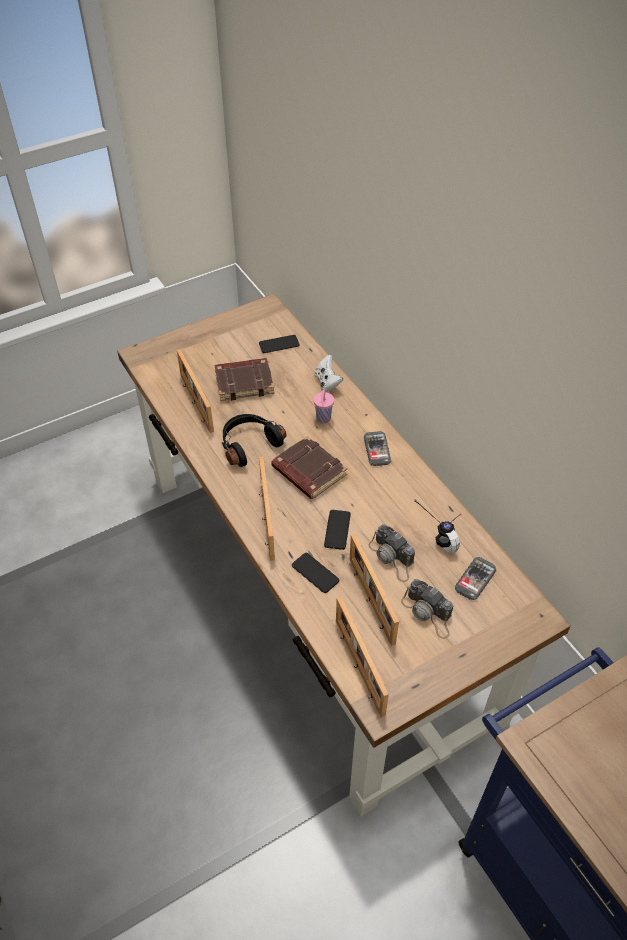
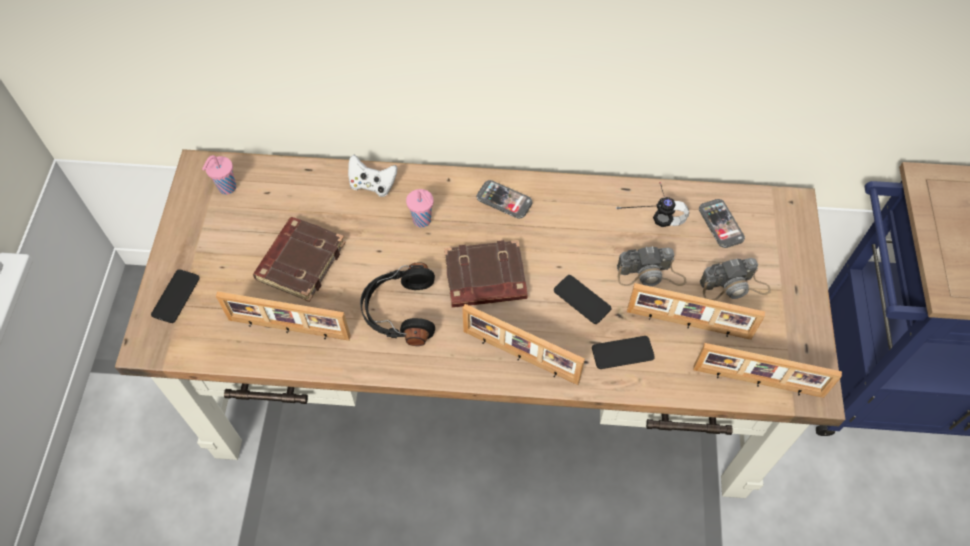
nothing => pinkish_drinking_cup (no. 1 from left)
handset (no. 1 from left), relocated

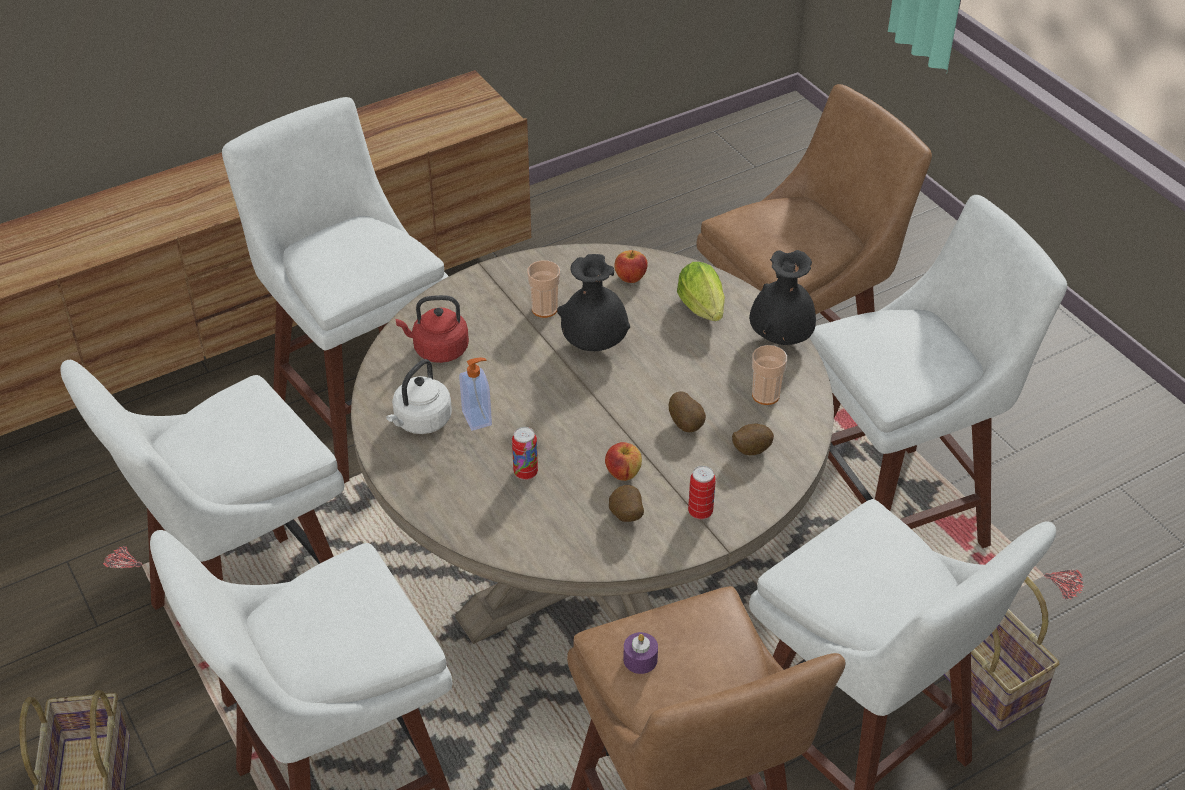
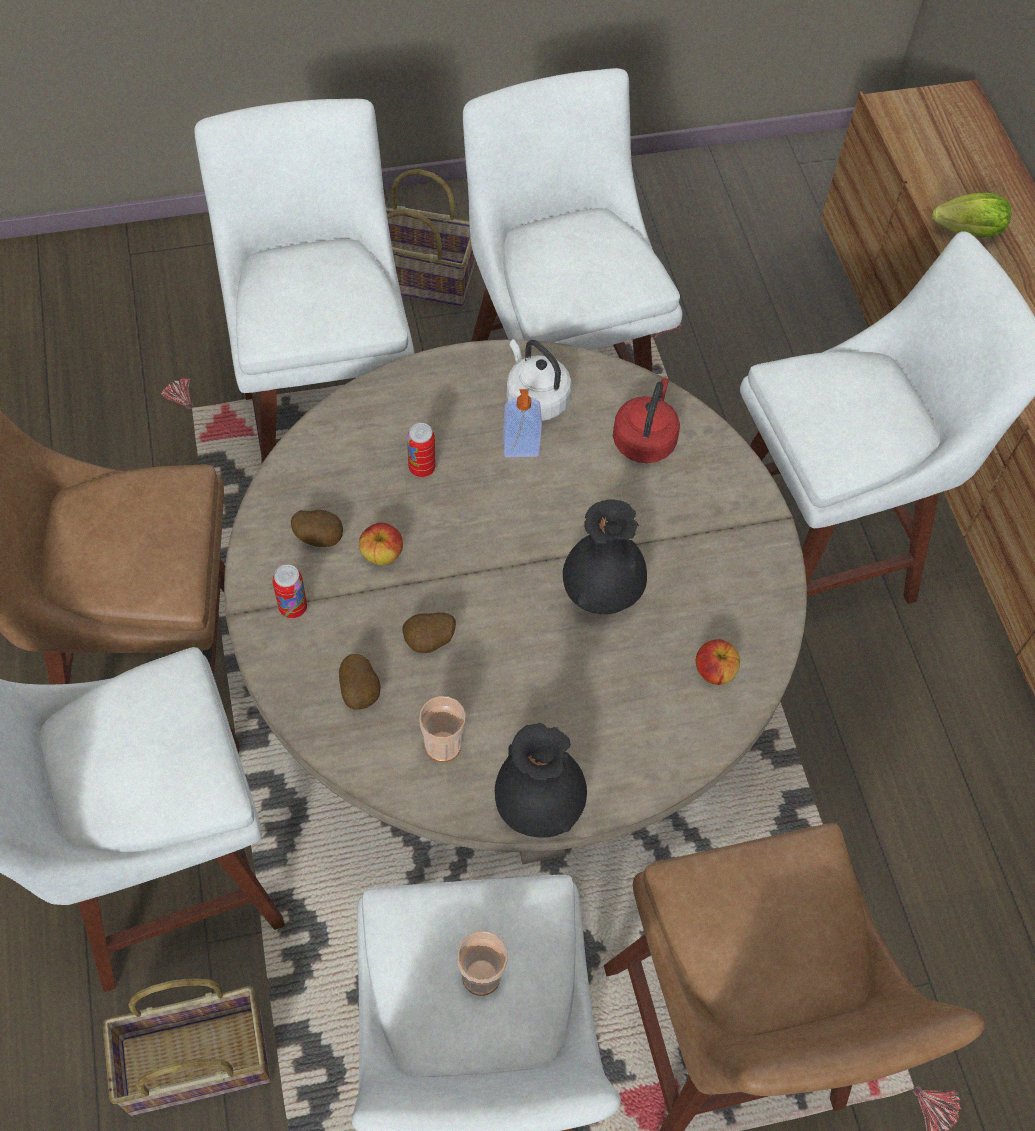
purplish_wax_candle => nothing
drinking_cup (no. 1 from left in the first image) => drinking_cup (no. 2 from left), relocated
lettuce_head, relocated

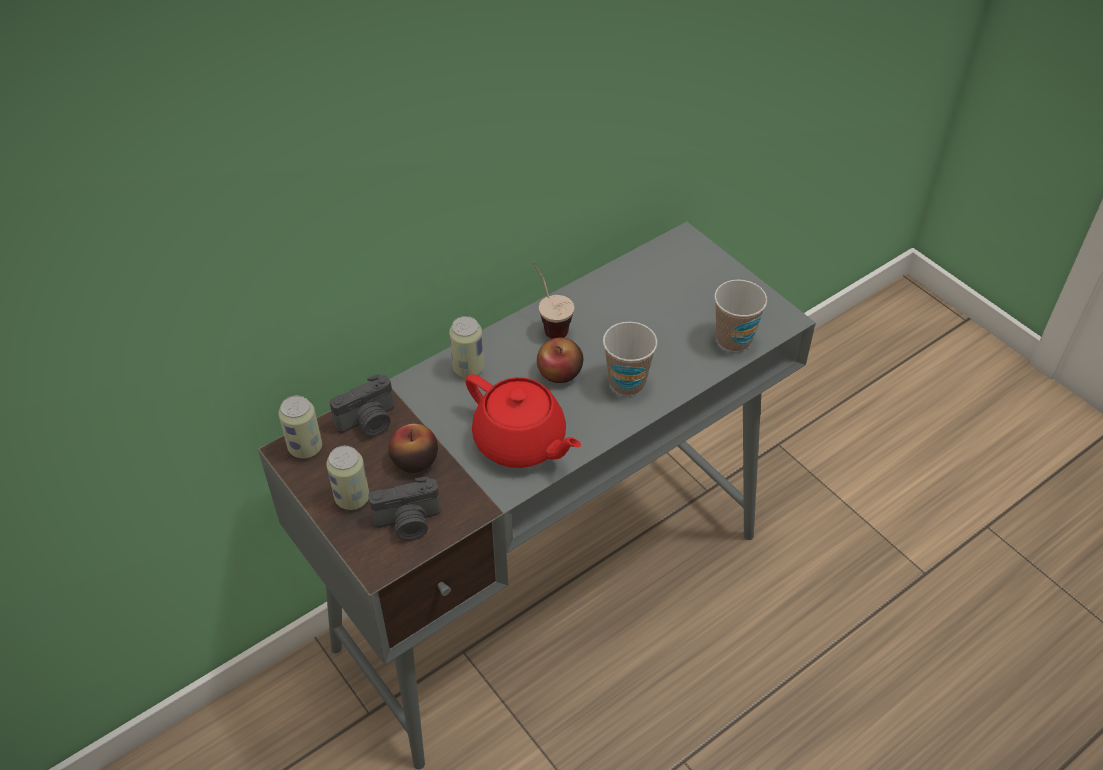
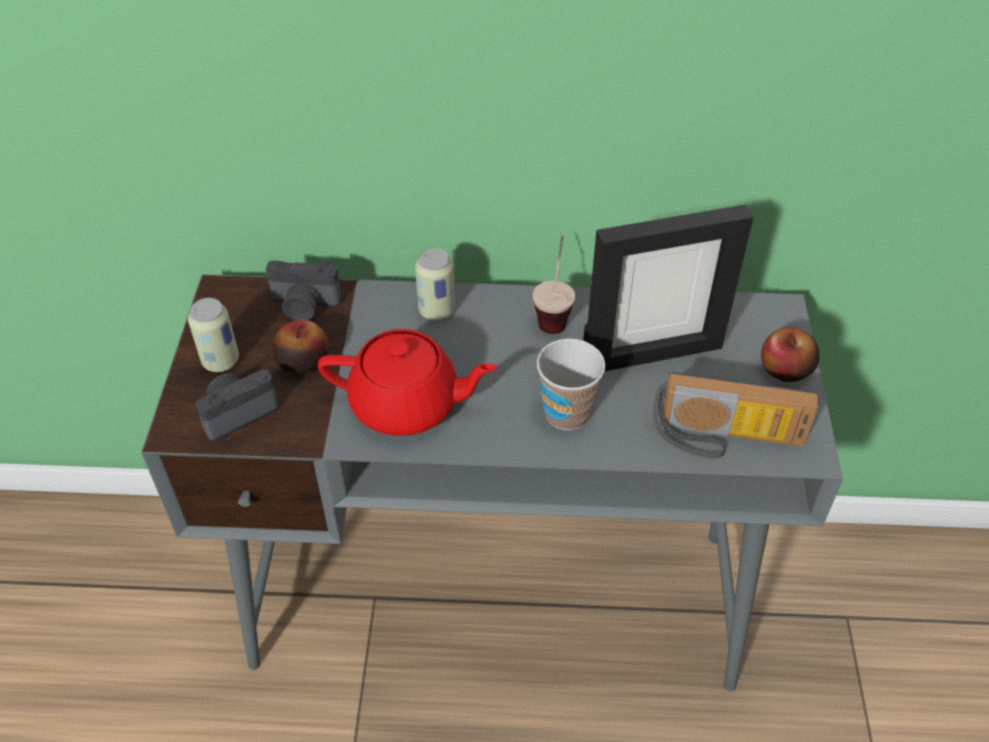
sealed_can (no. 1 from left) => nothing
nothing => picture_frame
apple_fruit (no. 2 from left), relocated
drinking_cup (no. 3 from left) => radio
still_camera (no. 2 from left in the first image) => still_camera (no. 1 from left), 120 degrees clockwise
reddish_tea_pot, 75 degrees counterclockwise

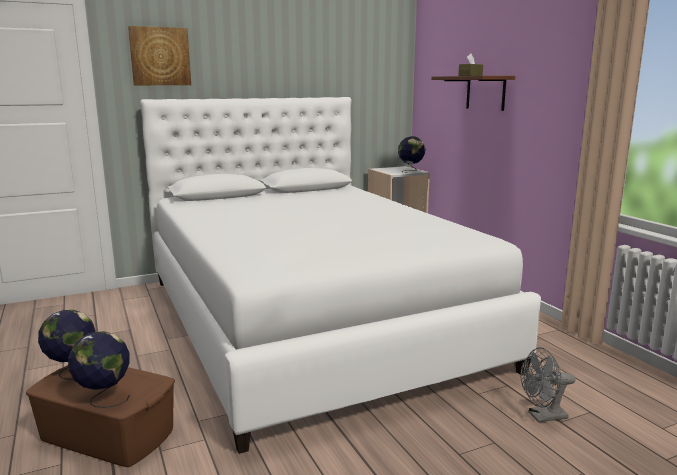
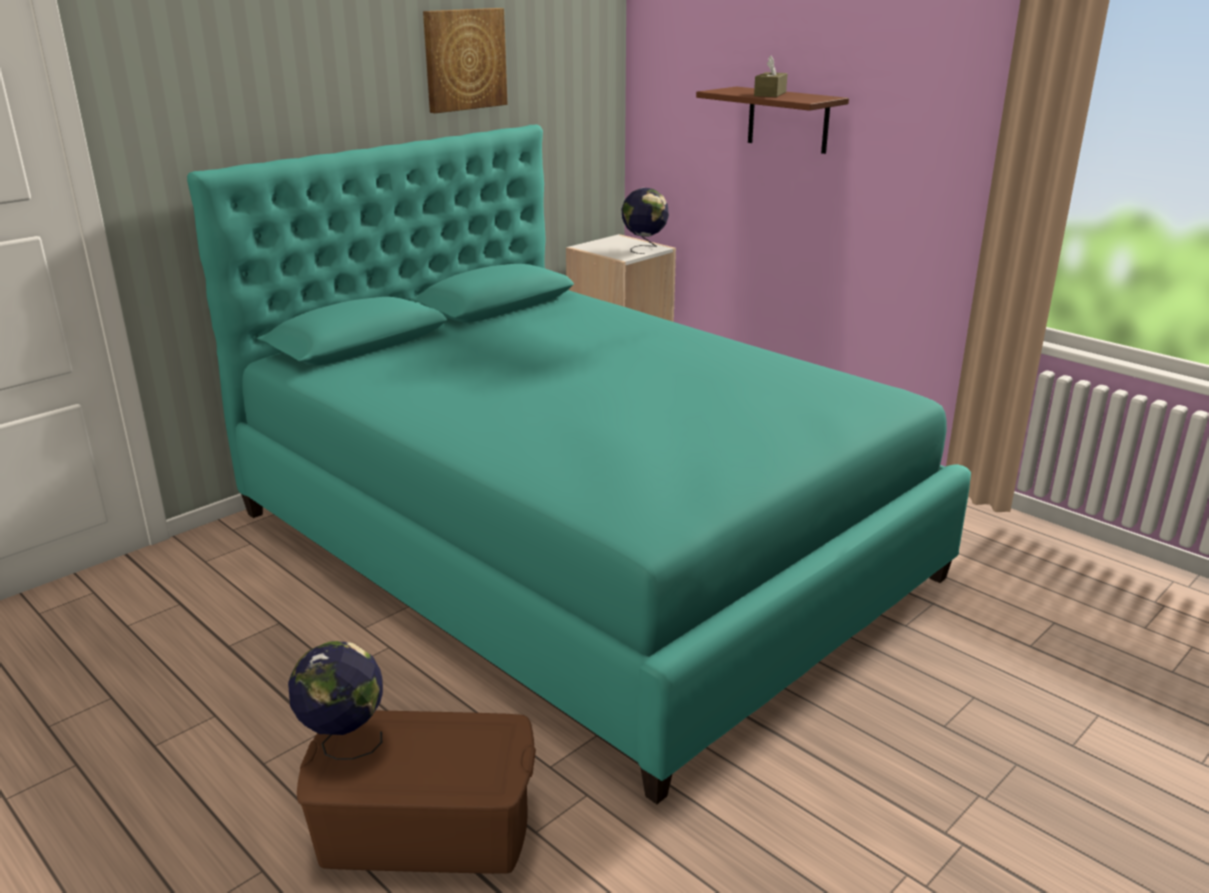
globe (no. 2 from left) => nothing
grey_fan => nothing
picture, relocated
white-coloured_bedroom_bed => turquoise_bedroom_bed

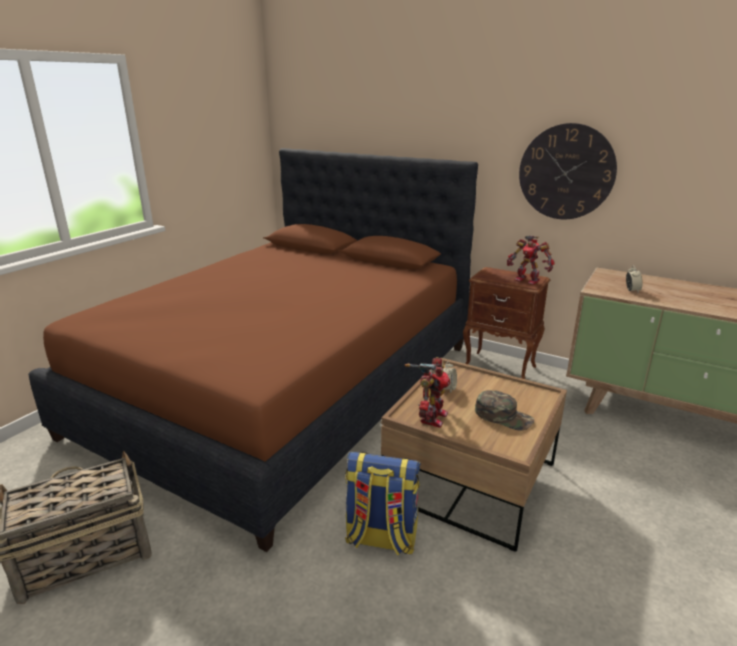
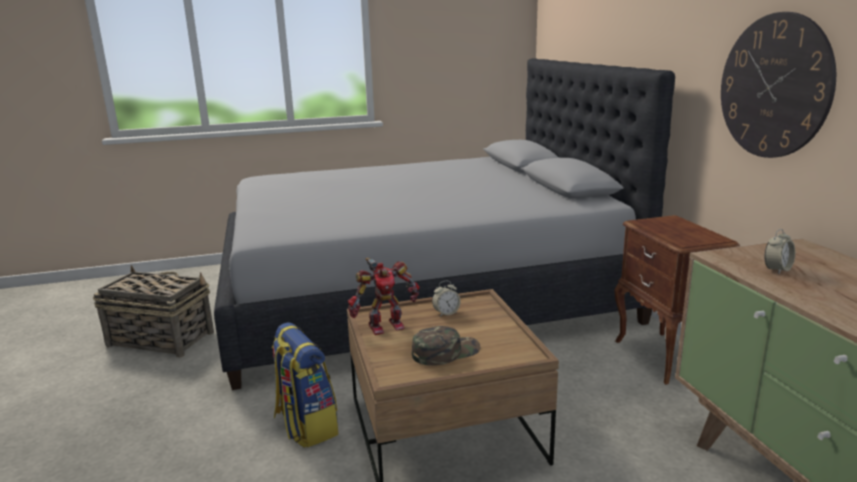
toy_robot (no. 2 from left) => nothing
brown_bedroom_bed => grey_bedroom_bed
green-coloured_peaked_cap, 105 degrees counterclockwise

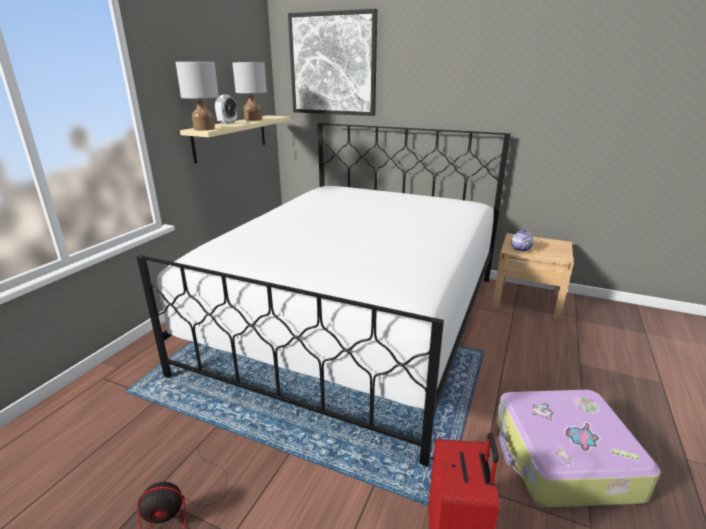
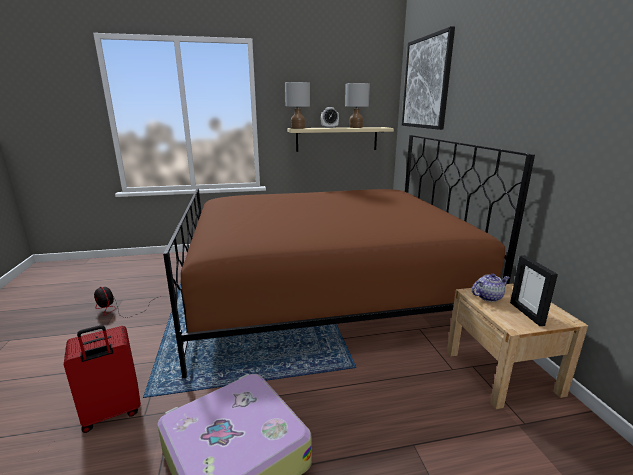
nothing => picture_frame
white-coloured_bedroom_bed => brown_bedroom_bed

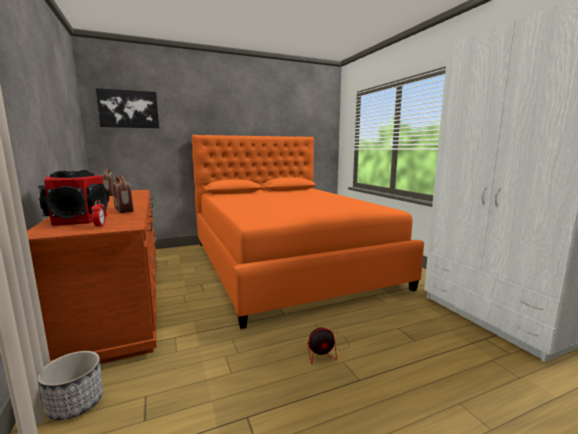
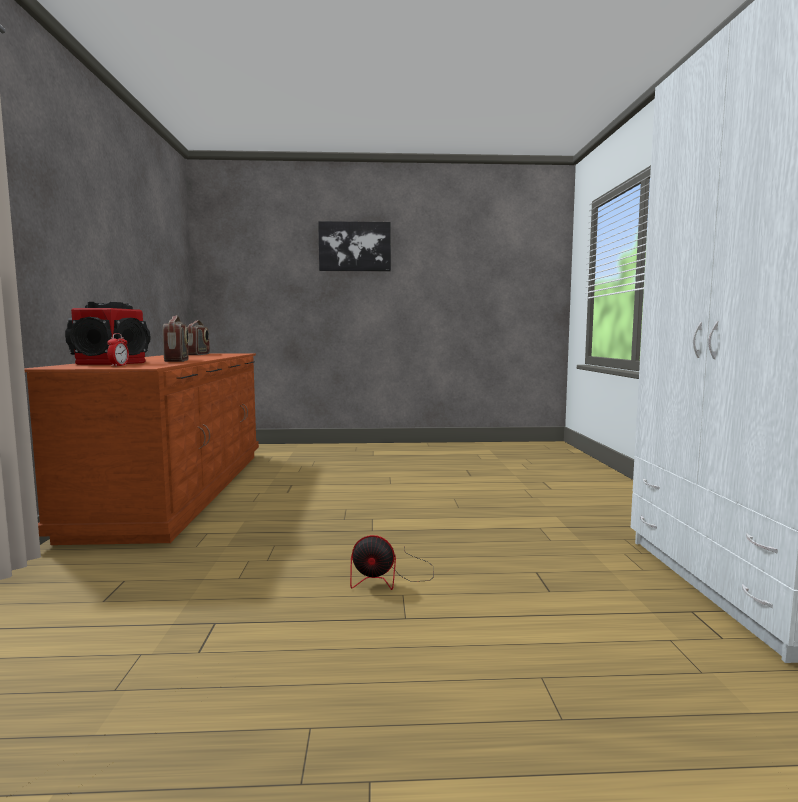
flower_pot => nothing
orangey_bedroom_bed => nothing
picture, relocated

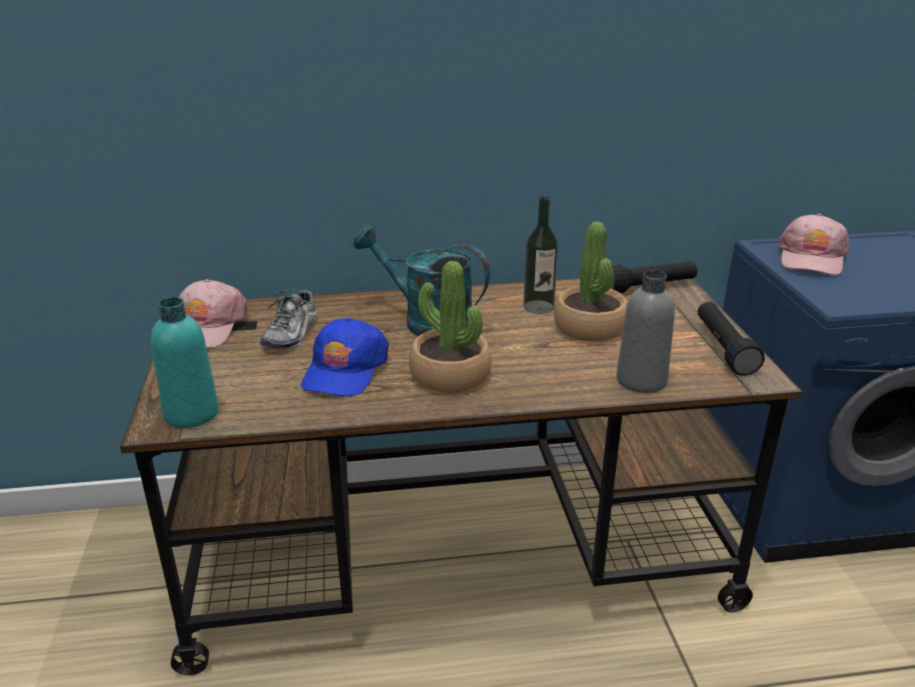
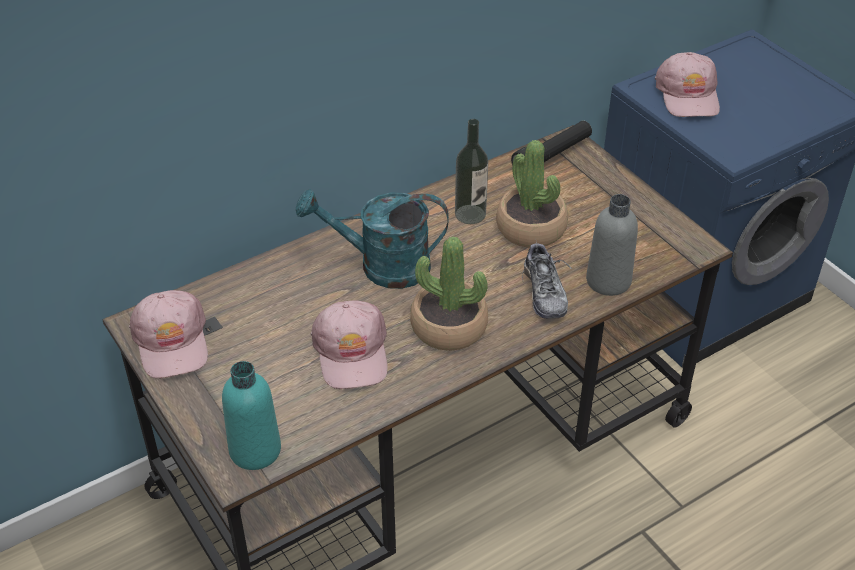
blackish_hand_torch (no. 2 from left) => nothing
item_of_footwear, relocated
bluish_peaked_cap => pinkish_peaked_cap (no. 2 from left)

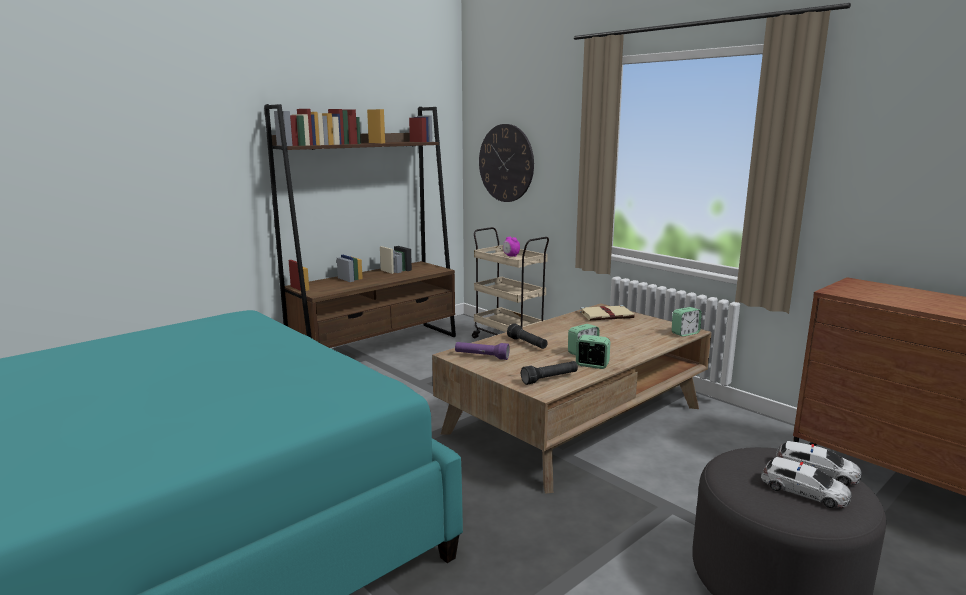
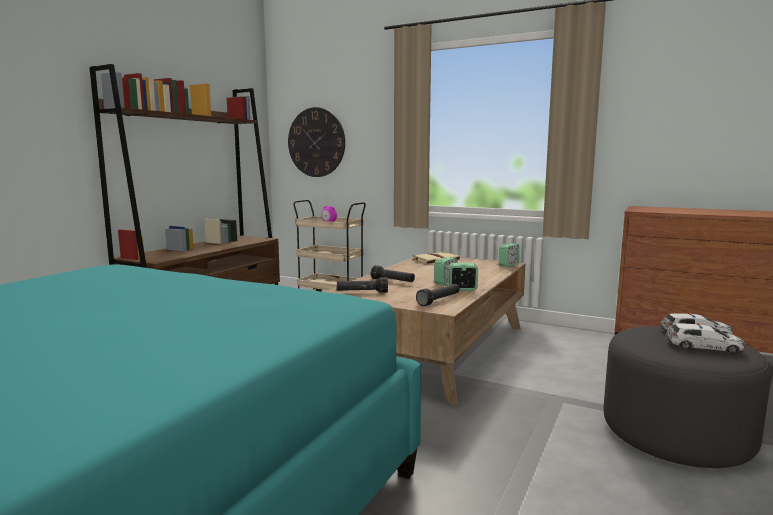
purplish_hand_torch => blackish_hand_torch (no. 1 from left)

